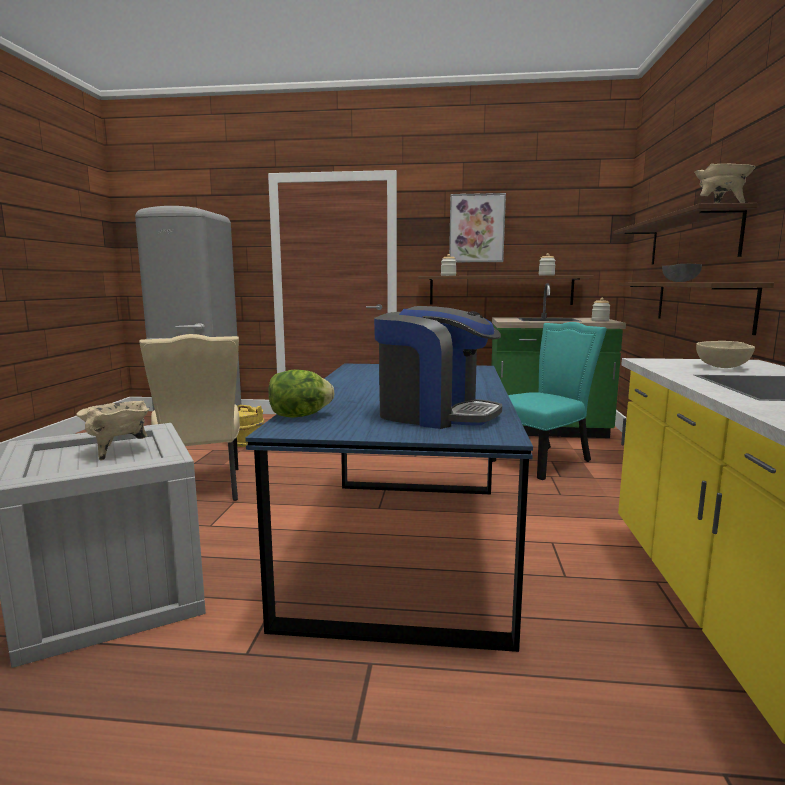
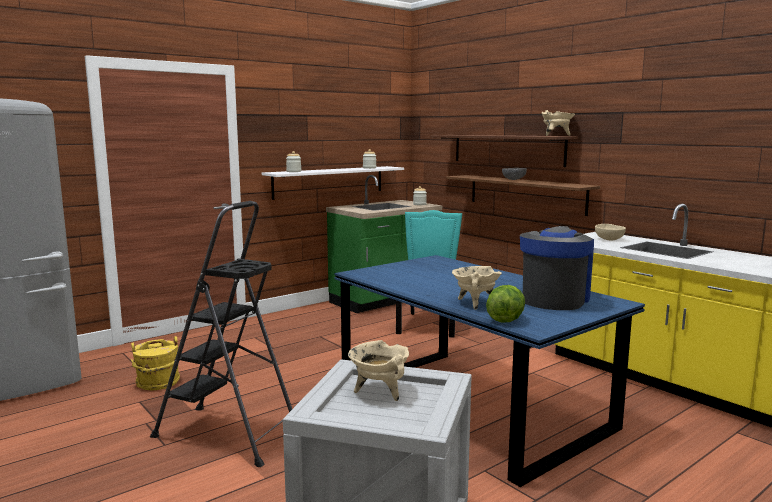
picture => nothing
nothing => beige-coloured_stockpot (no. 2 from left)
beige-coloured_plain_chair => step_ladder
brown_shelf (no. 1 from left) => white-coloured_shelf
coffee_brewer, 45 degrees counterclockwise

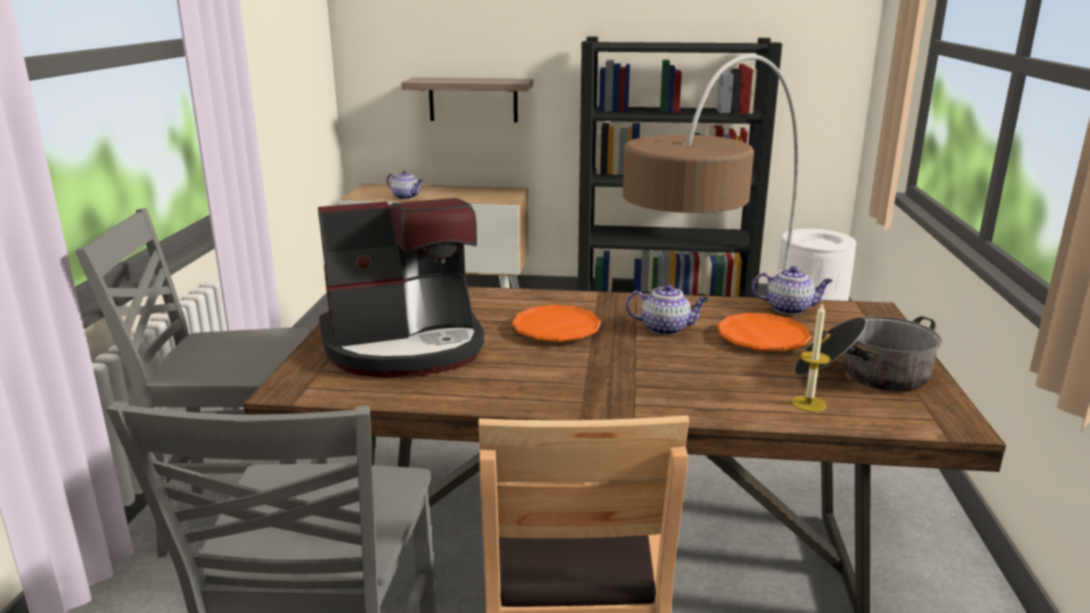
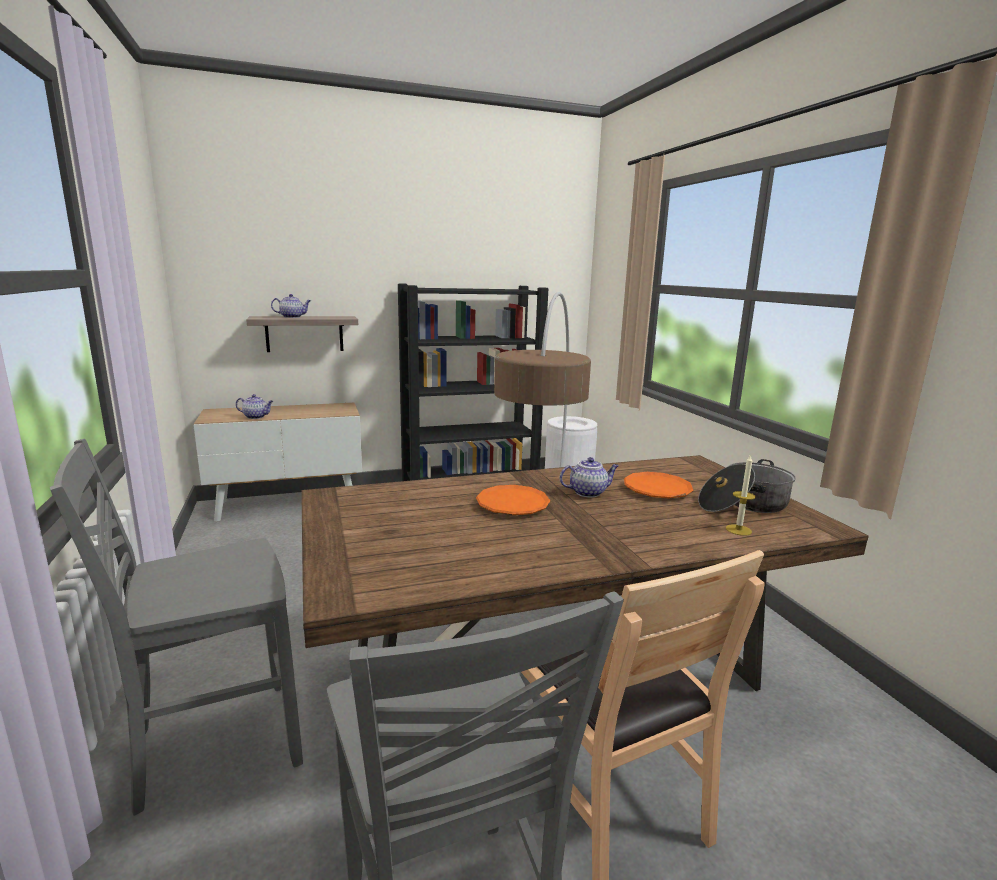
coffee_brewer => nothing
tea_pot (no. 3 from left in the first image) => tea_pot (no. 2 from left), relocated

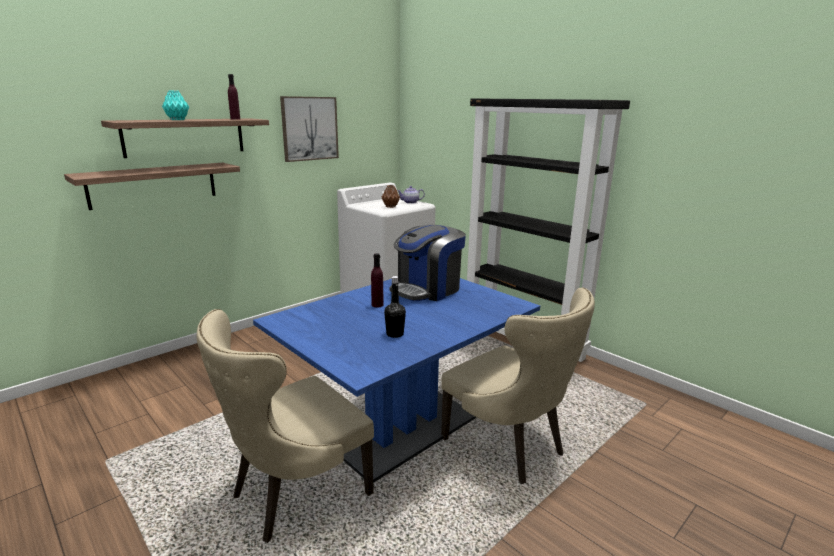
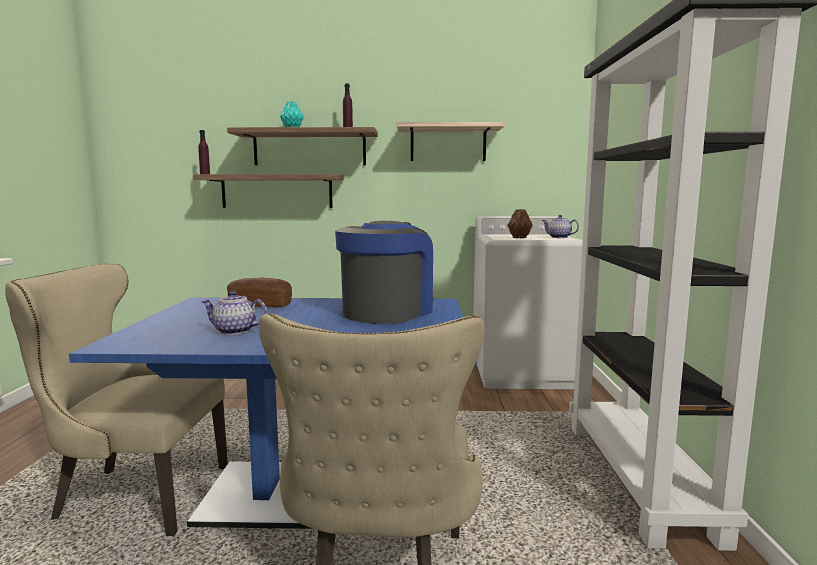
nothing => bread
purplish_bottle (no. 2 from left in the first image) => purplish_bottle (no. 1 from left), relocated
picture => shelf (no. 3 from left)
blackish_bottle => tea_pot (no. 1 from left)
coffee_brewer, 120 degrees clockwise

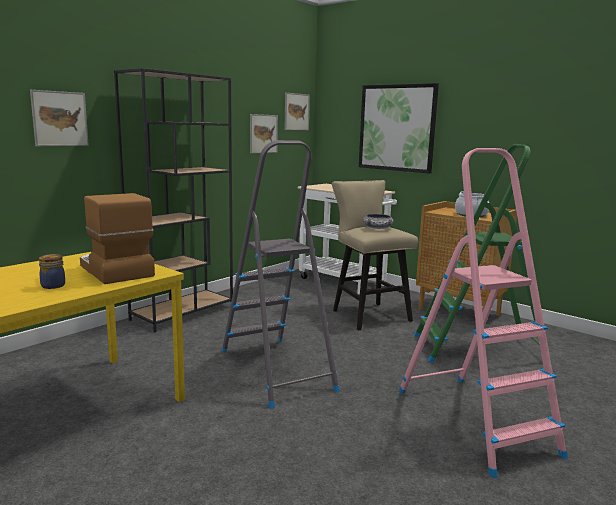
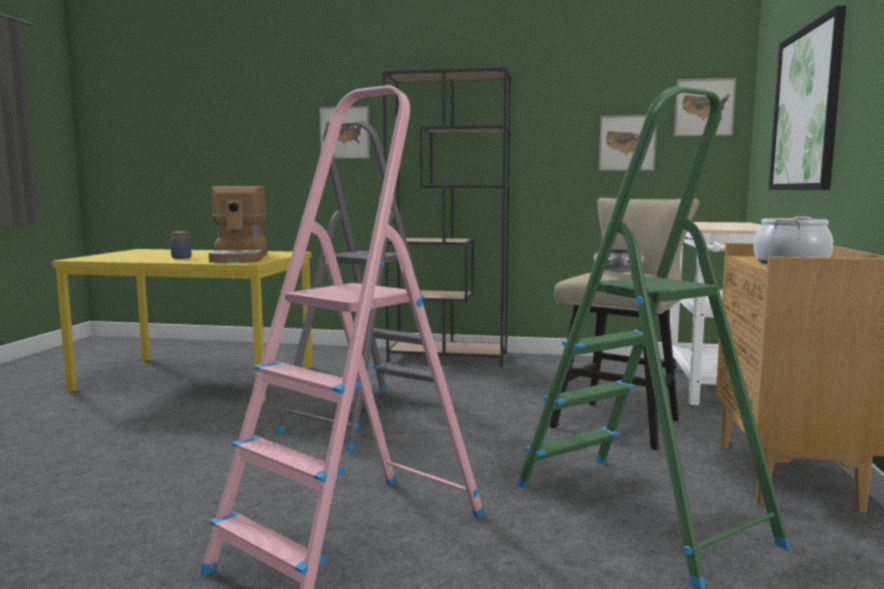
coffee_brewer, 150 degrees clockwise

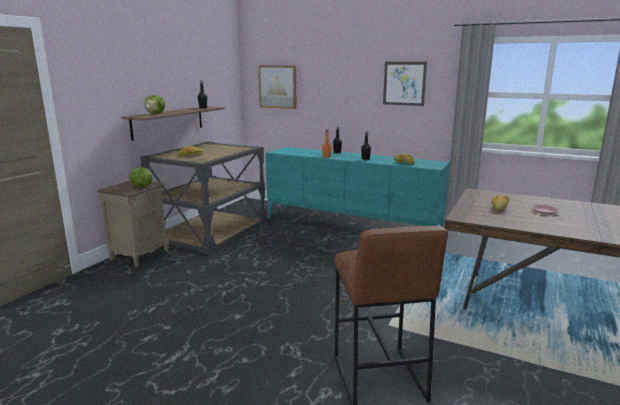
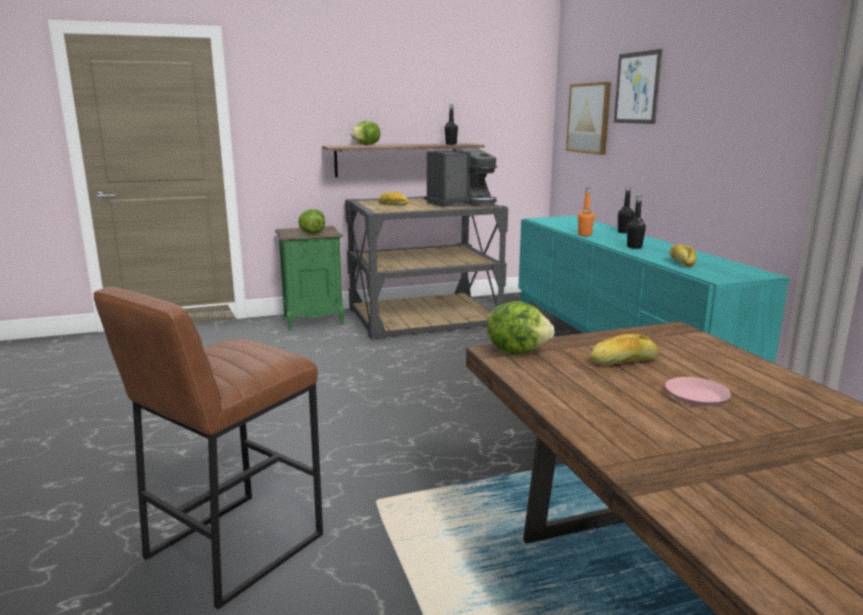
nothing => coffee_brewer
nothing => lettuce_head (no. 3 from left)
picture (no. 2 from left), relocated
beige-coloured_night_table => green-coloured_night_table

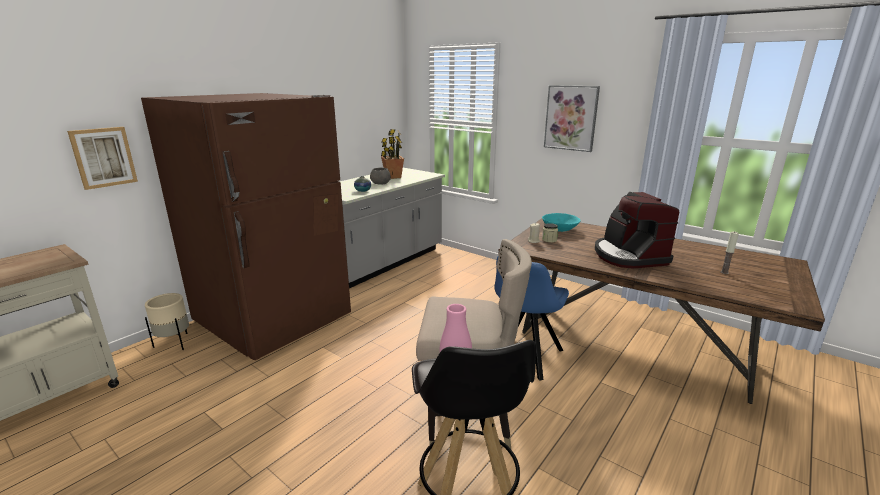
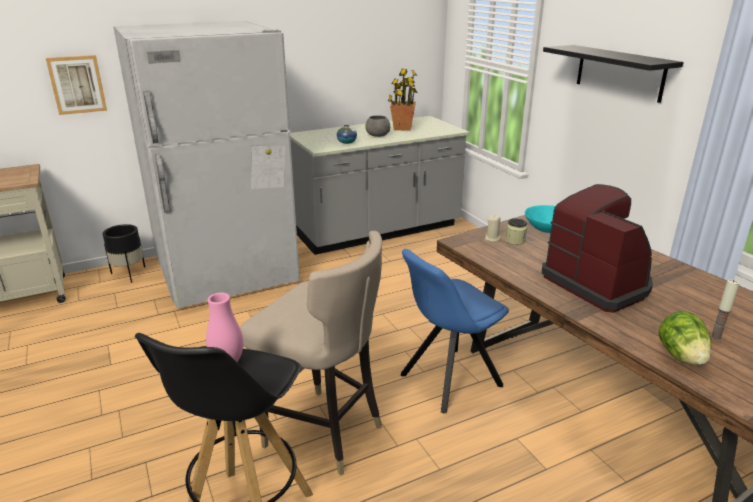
nothing => lettuce_head
picture (no. 2 from left) => blackish_shelf
brown_refrigerator => white-coloured_refrigerator
beige-coloured_flower_pot => blackish_flower_pot
coffee_brewer, 135 degrees clockwise

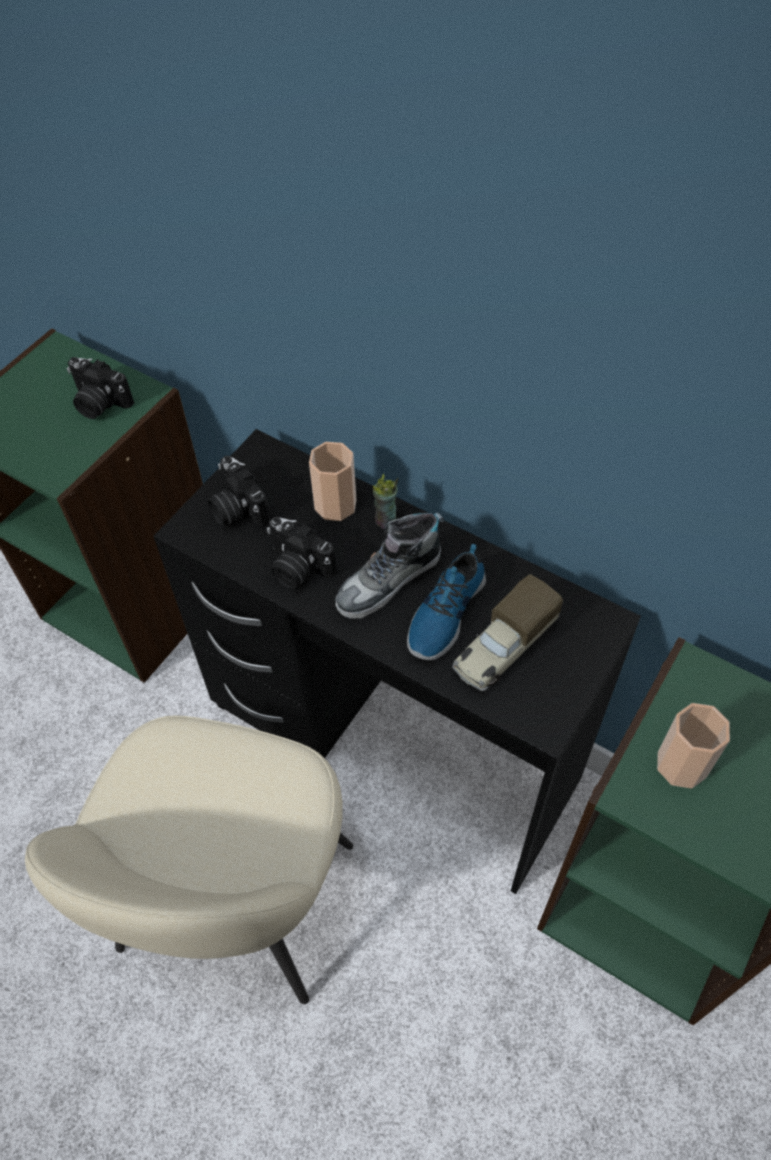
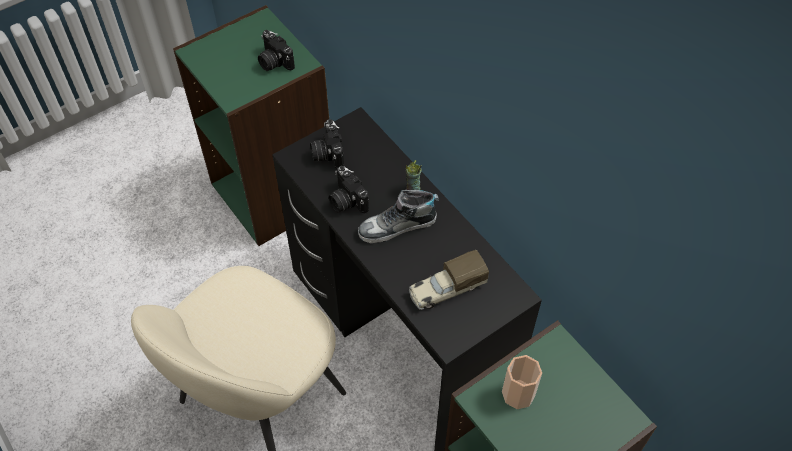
drinking_cup (no. 1 from left) => nothing
item_of_footwear (no. 2 from left) => nothing

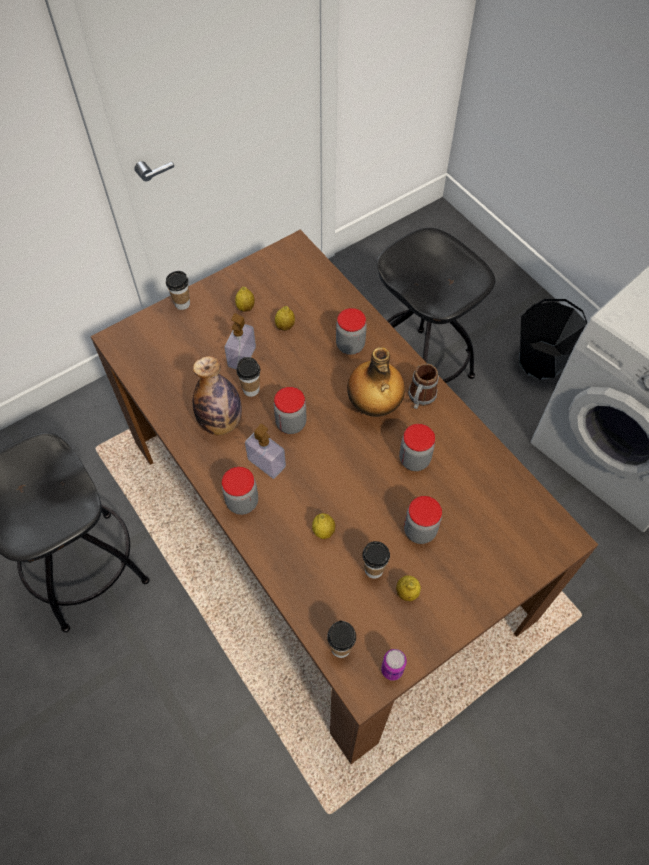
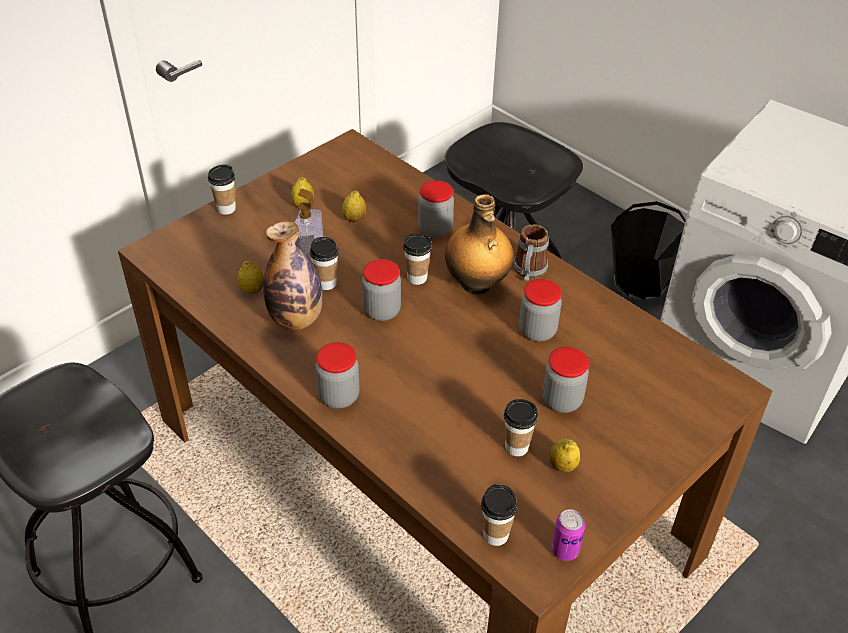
soap_bottle (no. 2 from left) => nothing
nothing => drinking_cup (no. 3 from left)
whole_lemon (no. 3 from left in the first image) => whole_lemon (no. 1 from left), relocated

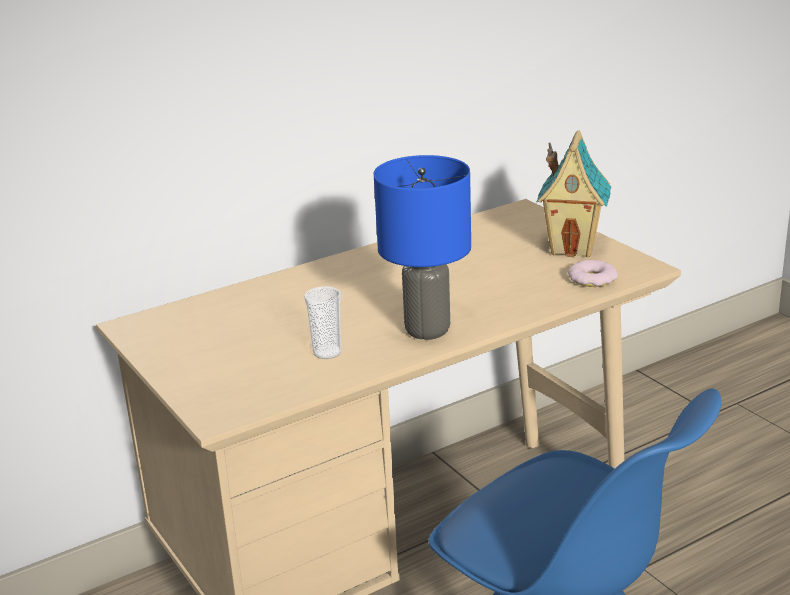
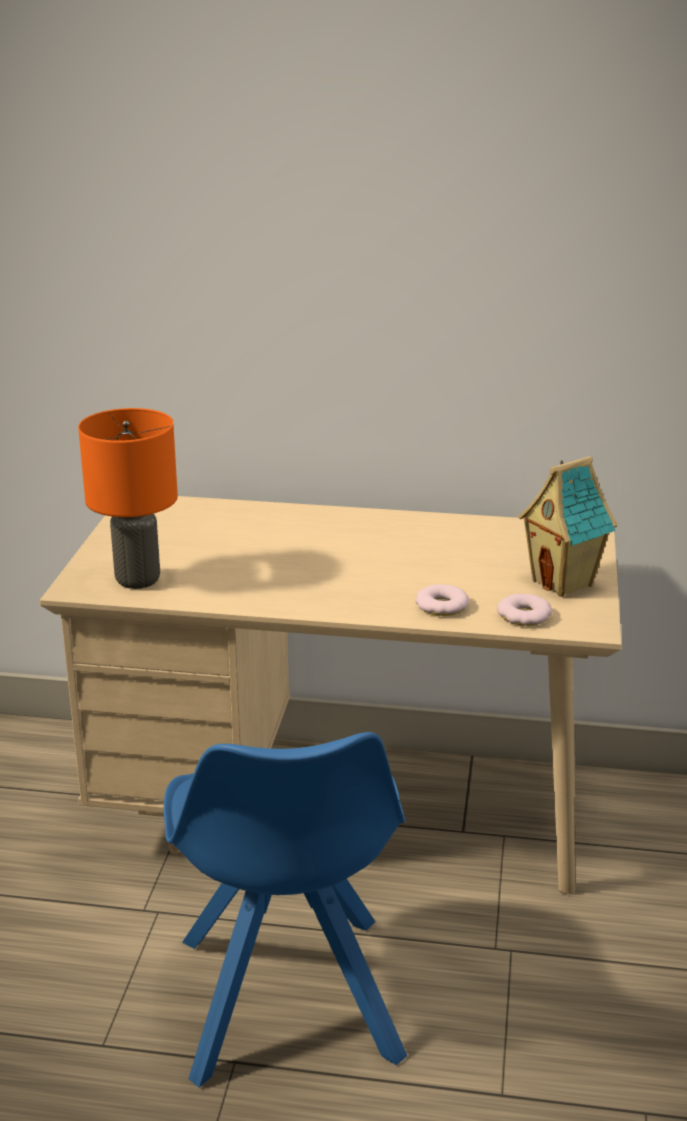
drinking_cup => nothing
bluish_table_lamp => nothing
nothing => orangey_table_lamp
nothing => ring_doughnut (no. 1 from left)

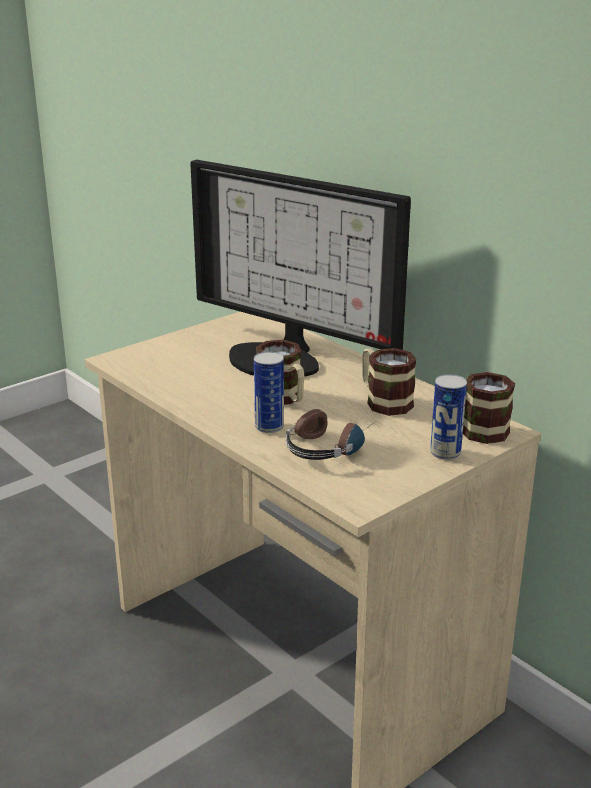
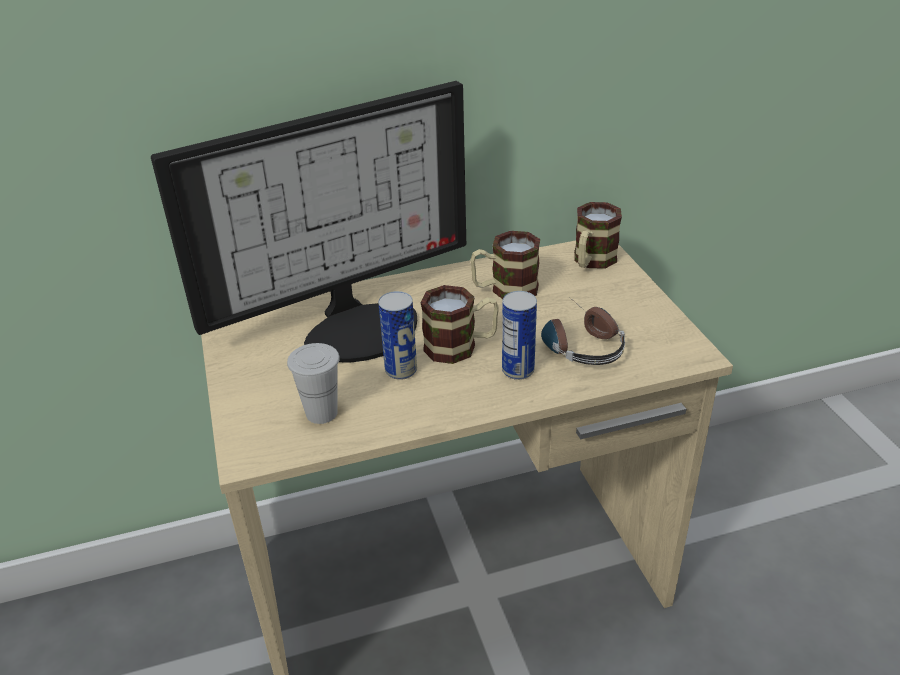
nothing => white-coloured_drinking_cup
sealed_can (no. 2 from left in the first image) => sealed_can (no. 1 from left), relocated

